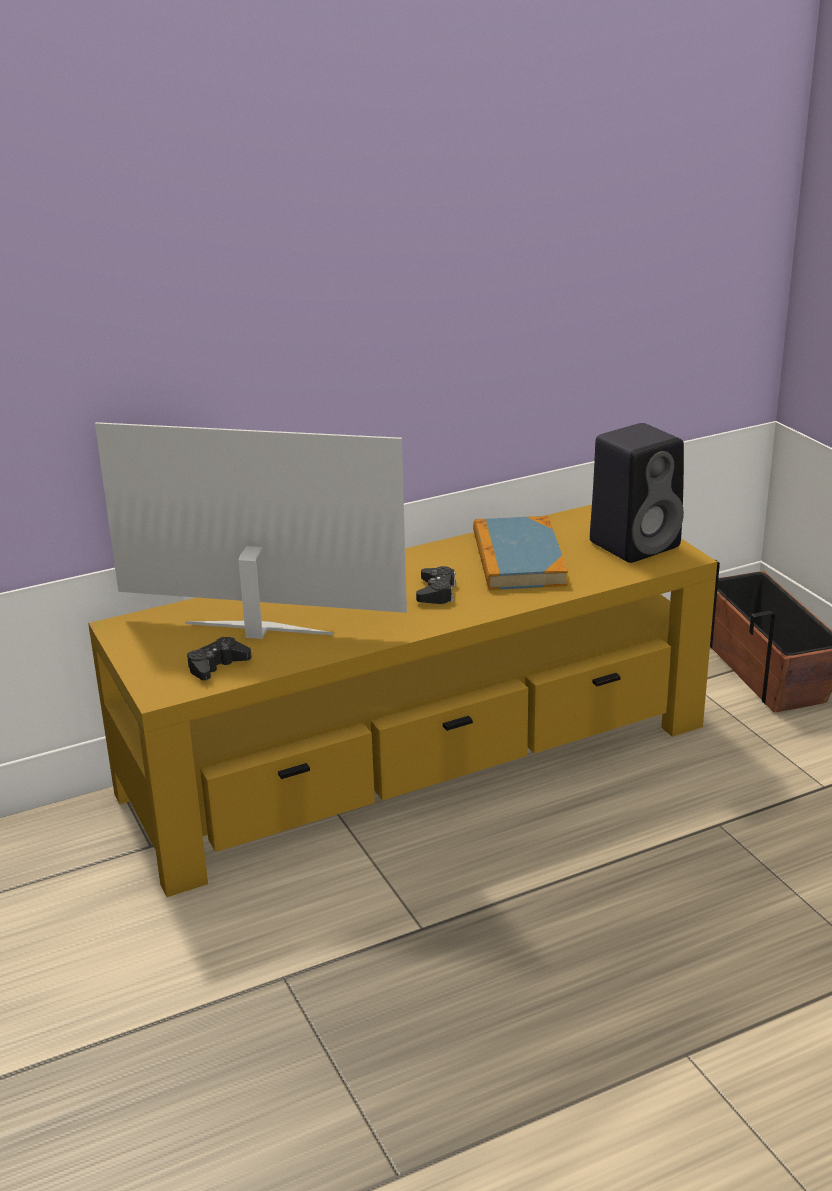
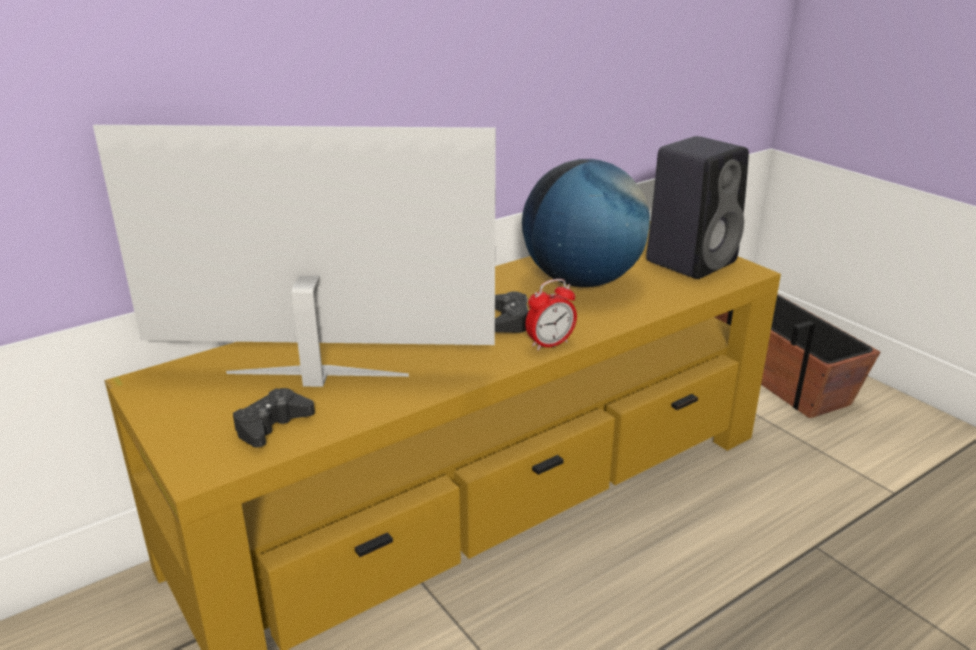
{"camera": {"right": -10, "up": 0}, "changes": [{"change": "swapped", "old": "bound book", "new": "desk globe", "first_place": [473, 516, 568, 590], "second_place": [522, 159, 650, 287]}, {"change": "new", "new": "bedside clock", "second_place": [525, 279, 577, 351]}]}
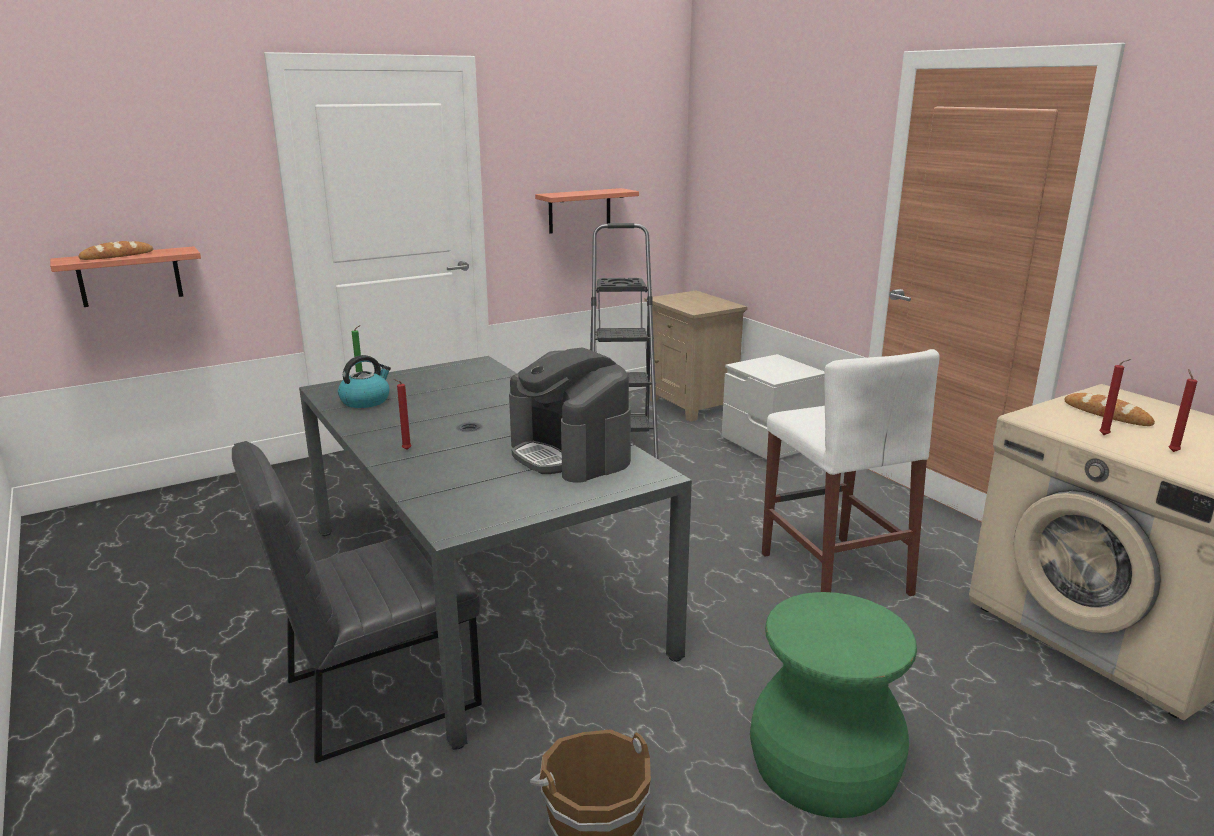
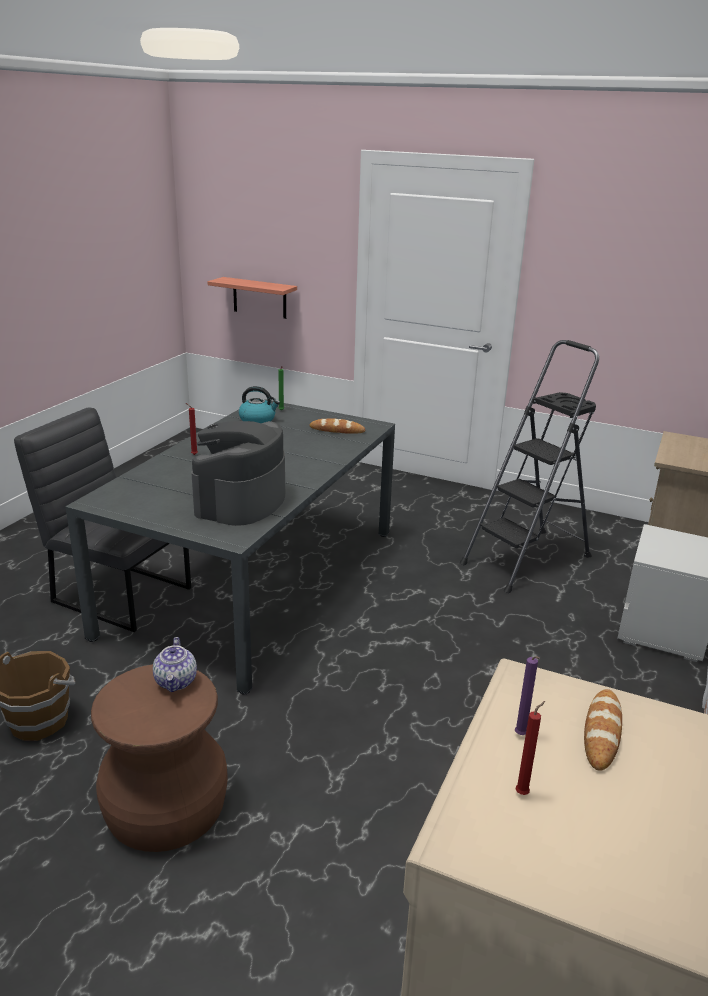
{"camera": {"right": 55, "up": 5}, "changes": [{"change": "gone", "old": "wall shelf", "first_place": [535, 188, 639, 234]}, {"change": "shifted", "old": "bakery bread", "first_place": [78, 241, 153, 260], "second_place": [310, 418, 365, 434]}, {"change": "gone", "old": "stool (white)", "first_place": [762, 349, 940, 596]}, {"change": "repainted", "old": "candle (reddish)", "new": "candle (purple)", "first_place": [1099, 359, 1131, 435], "second_place": [515, 656, 540, 735]}, {"change": "repainted", "old": "stool (green-coloured)", "new": "stool (brownish)", "first_place": [750, 592, 917, 818], "second_place": [91, 664, 228, 852]}, {"change": "new", "new": "teapot", "second_place": [153, 637, 197, 692]}]}
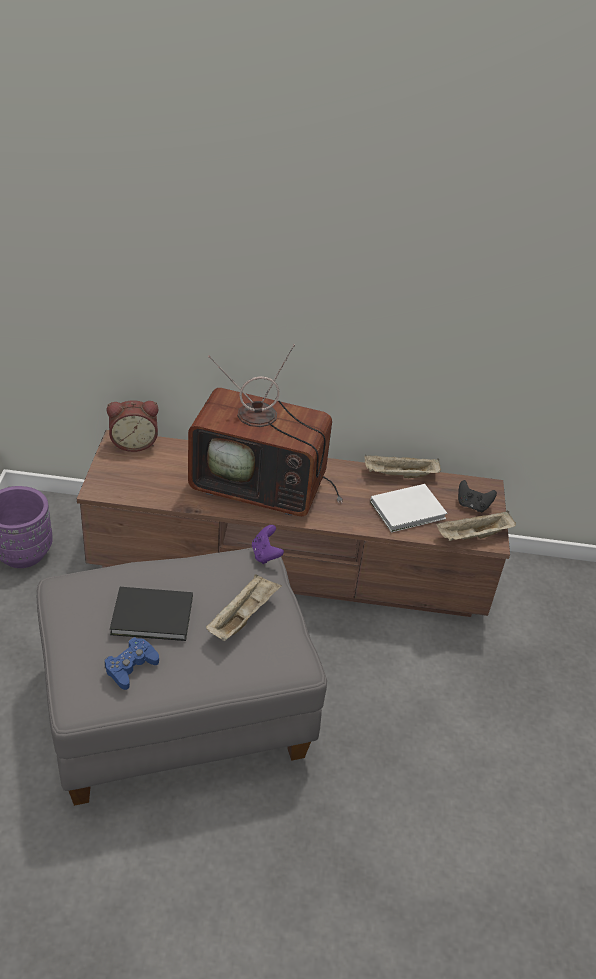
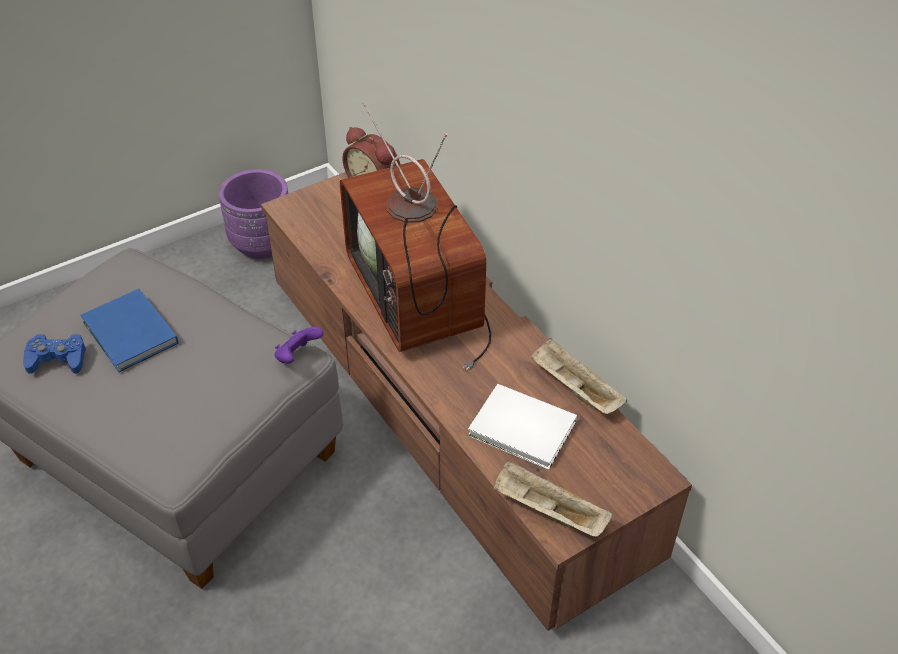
{"camera": {"right": 55, "up": 5}, "changes": [{"change": "gone", "old": "gamepad (black-coloured)", "first_place": [458, 480, 497, 512]}, {"change": "gone", "old": "carrying tray (sand-coloured)", "first_place": [206, 574, 282, 641]}, {"change": "repainted", "old": "bound book (black-coloured)", "new": "bound book (bluish)", "first_place": [110, 587, 193, 641], "second_place": [81, 289, 179, 372]}]}
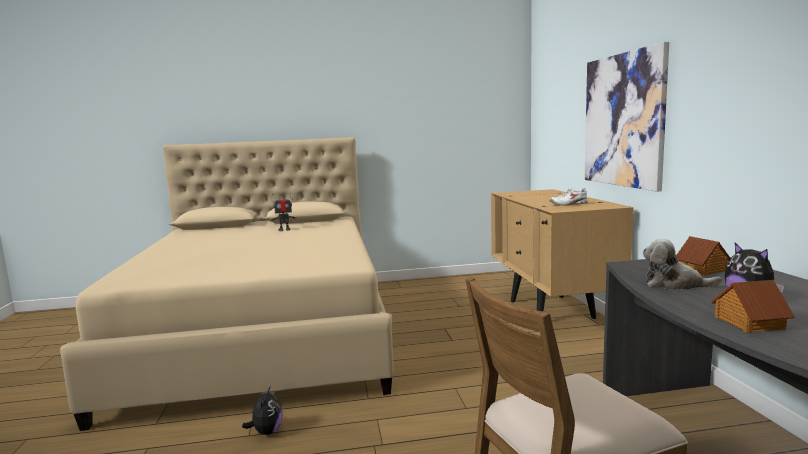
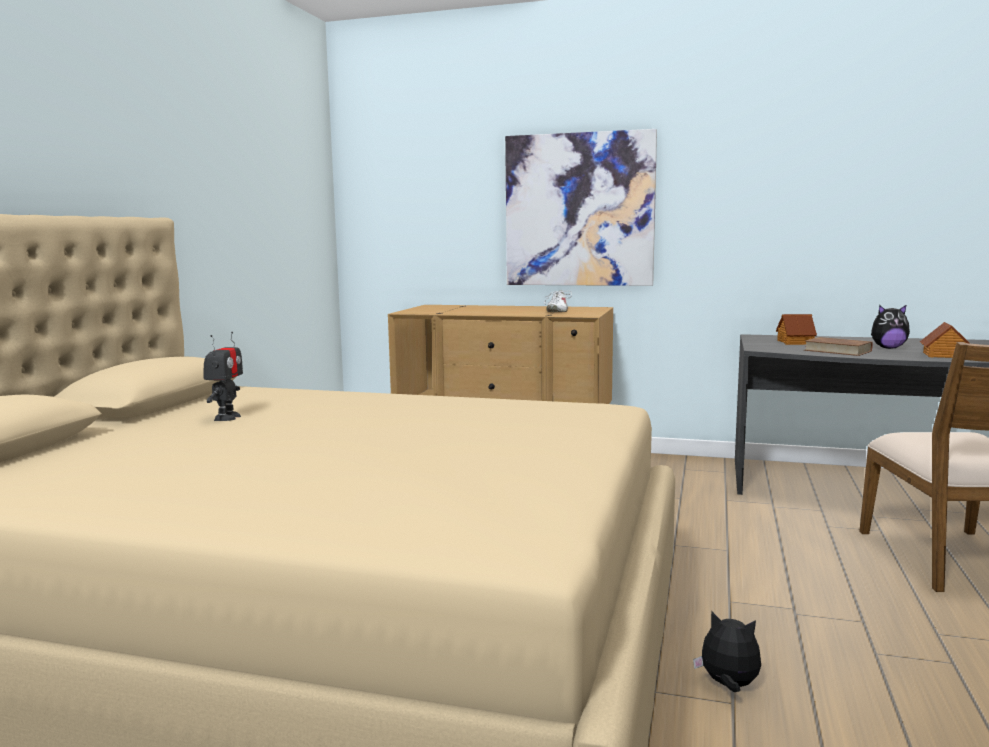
{"camera": {"right": -65, "up": 0}, "changes": [{"change": "swapped", "old": "cuddly toy", "new": "bound book (brownish)", "first_place": [643, 238, 722, 290], "second_place": [804, 337, 873, 356]}]}
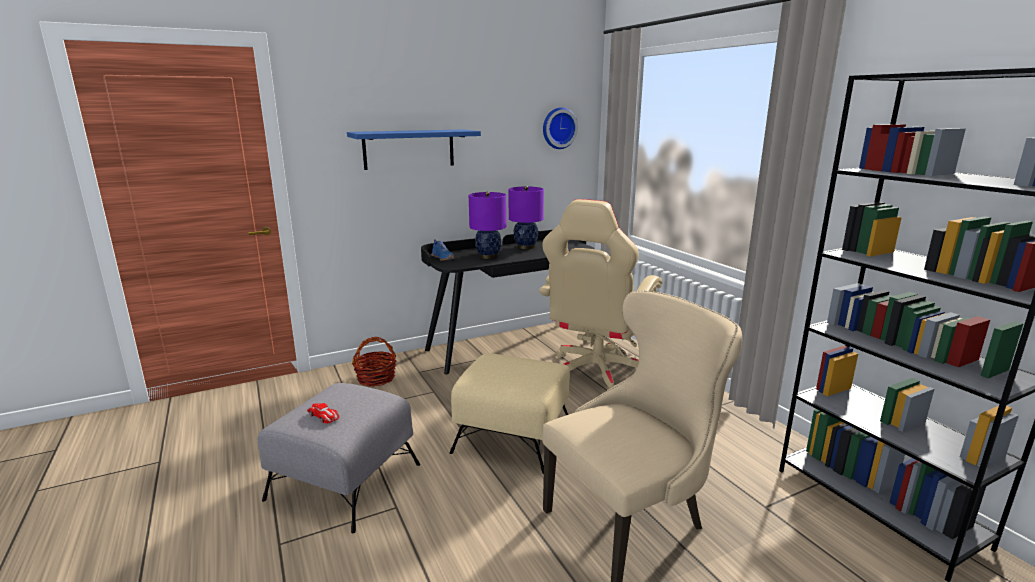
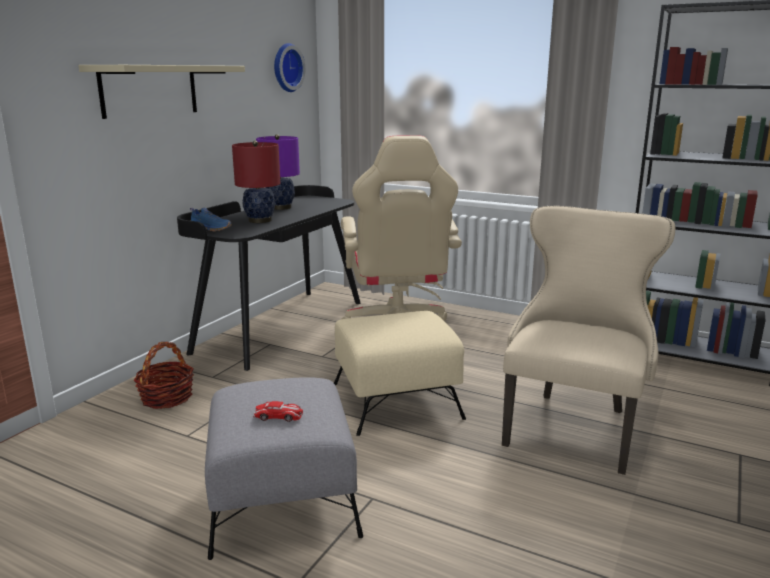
{"camera": {"right": -35, "up": 0}, "changes": [{"change": "repainted", "old": "wall shelf (bluish)", "new": "wall shelf (sand-coloured)", "first_place": [347, 129, 481, 170], "second_place": [78, 65, 245, 119]}, {"change": "repainted", "old": "table lamp (purple)", "new": "table lamp (reddish)", "first_place": [469, 192, 507, 259], "second_place": [232, 141, 280, 223]}]}
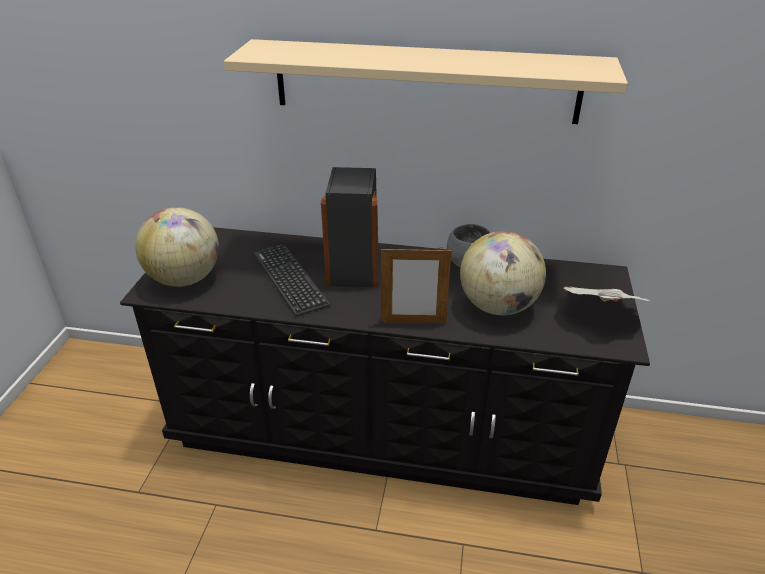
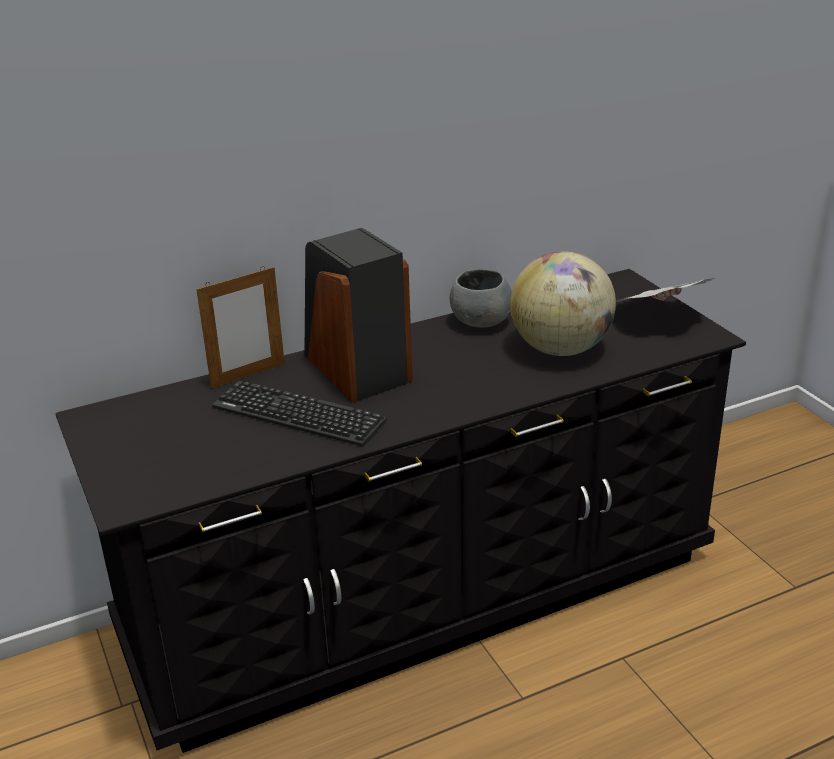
{"camera": {"right": -35, "up": -5}, "changes": [{"change": "gone", "old": "wall shelf (sand-coloured)", "first_place": [224, 39, 628, 124]}, {"change": "gone", "old": "desk globe", "first_place": [135, 207, 219, 287]}, {"change": "shifted", "old": "standing frame", "first_place": [381, 246, 452, 324], "second_place": [196, 266, 285, 389]}]}
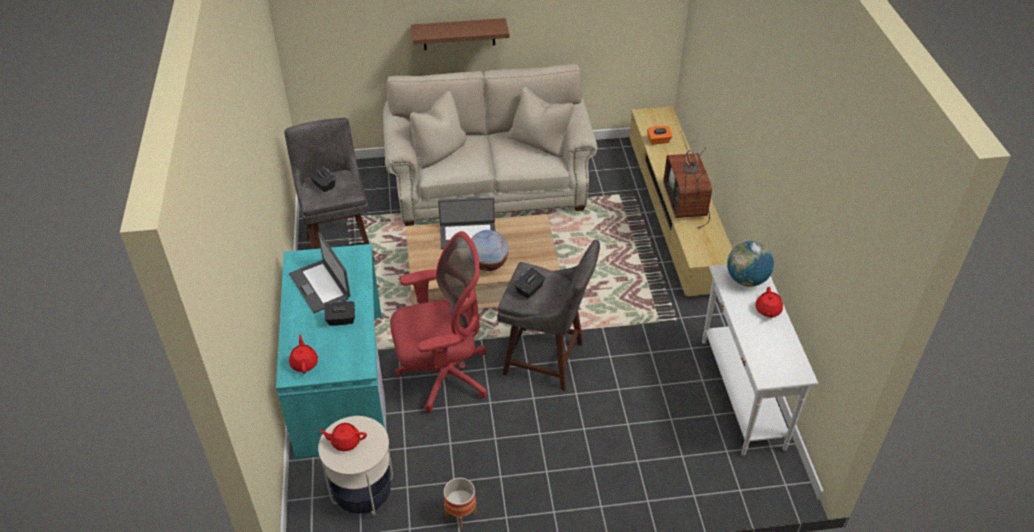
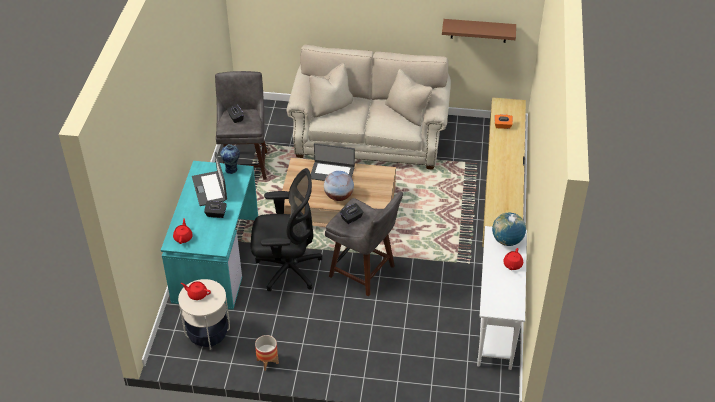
{"camera": {"right": 15, "up": 0}, "changes": [{"change": "shifted", "old": "wall shelf (brownish)", "first_place": [411, 18, 509, 50], "second_place": [442, 19, 516, 43]}, {"change": "gone", "old": "TV set", "first_place": [663, 131, 712, 229]}, {"change": "repainted", "old": "desk chair (reddish)", "new": "desk chair (black-coloured)", "first_place": [390, 231, 487, 412], "second_place": [251, 168, 322, 291]}, {"change": "new", "new": "vase", "second_place": [220, 144, 240, 174]}]}
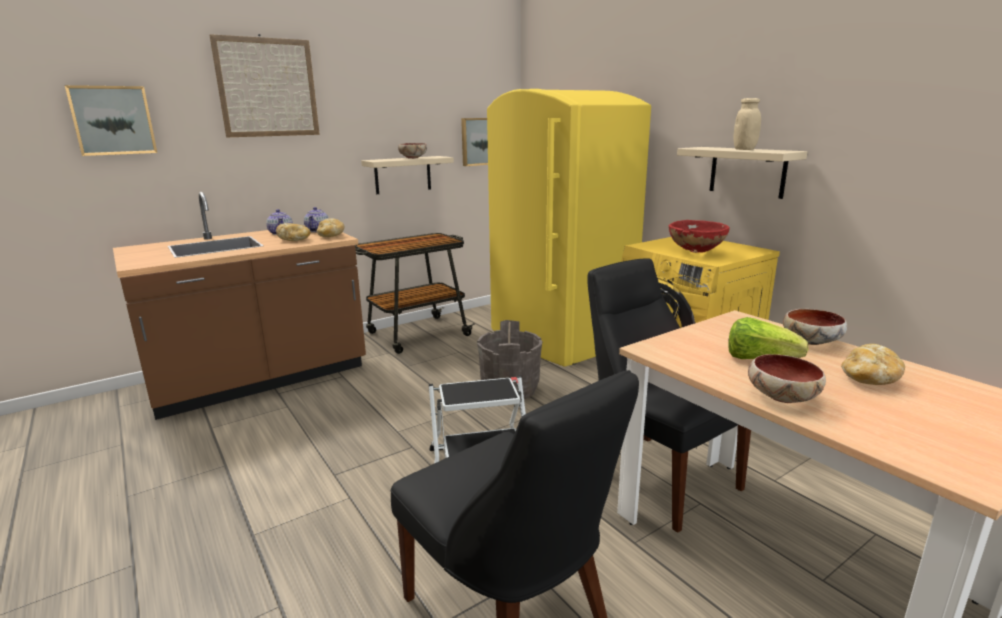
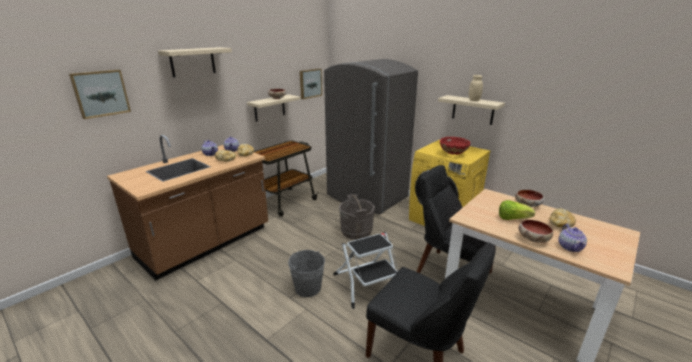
{"camera": {"right": -15, "up": 5}, "changes": [{"change": "swapped", "old": "wall picture", "new": "wall shelf (sand-coloured)", "first_place": [209, 34, 320, 137], "second_place": [158, 47, 232, 77]}, {"change": "repainted", "old": "kitchen fridge (yellow-coloured)", "new": "kitchen fridge (gray)", "first_place": [487, 89, 651, 367], "second_place": [324, 59, 418, 215]}, {"change": "new", "new": "teapot", "second_place": [558, 224, 587, 252]}, {"change": "new", "new": "bucket (gray)", "second_place": [288, 250, 325, 297]}]}
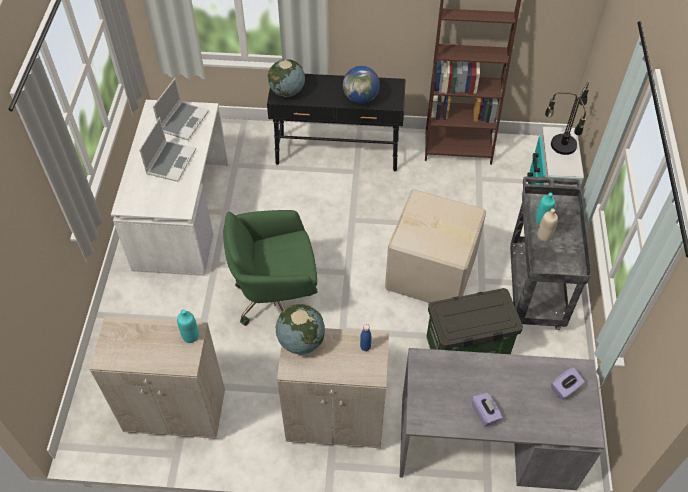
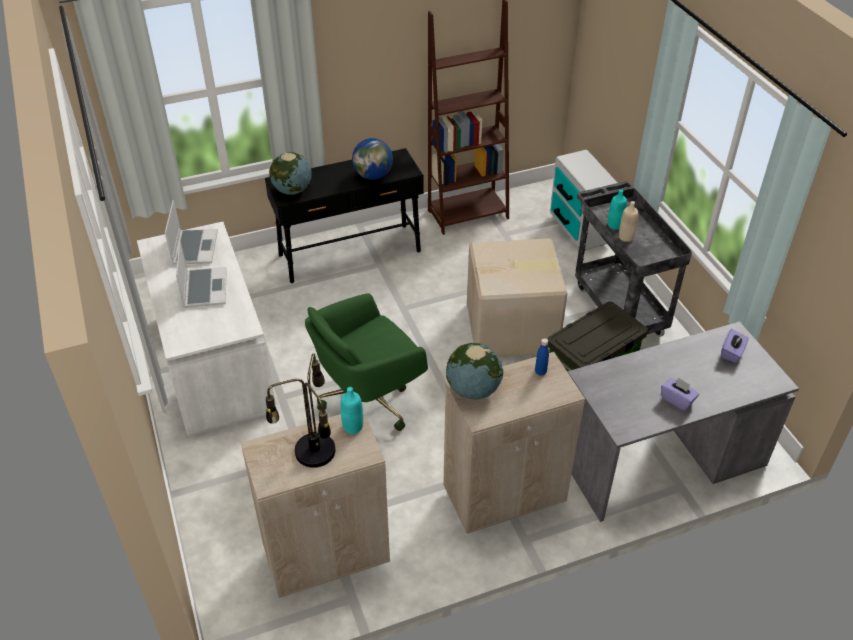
{"camera": {"right": -25, "up": -10}, "changes": [{"change": "shifted", "old": "table lamp", "first_place": [545, 82, 589, 155], "second_place": [266, 354, 335, 468]}]}
